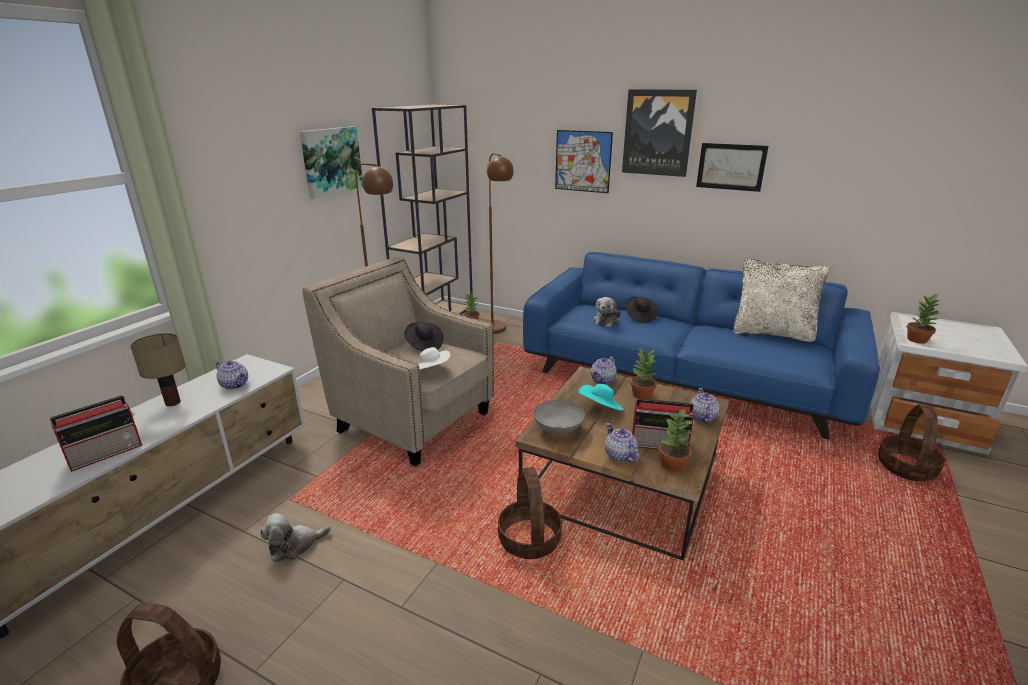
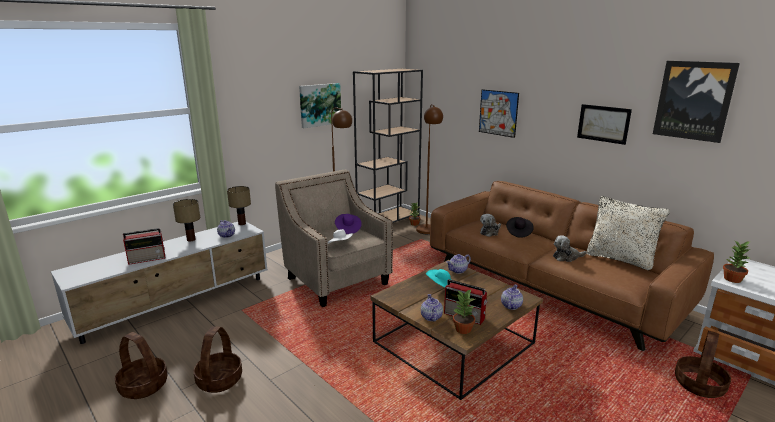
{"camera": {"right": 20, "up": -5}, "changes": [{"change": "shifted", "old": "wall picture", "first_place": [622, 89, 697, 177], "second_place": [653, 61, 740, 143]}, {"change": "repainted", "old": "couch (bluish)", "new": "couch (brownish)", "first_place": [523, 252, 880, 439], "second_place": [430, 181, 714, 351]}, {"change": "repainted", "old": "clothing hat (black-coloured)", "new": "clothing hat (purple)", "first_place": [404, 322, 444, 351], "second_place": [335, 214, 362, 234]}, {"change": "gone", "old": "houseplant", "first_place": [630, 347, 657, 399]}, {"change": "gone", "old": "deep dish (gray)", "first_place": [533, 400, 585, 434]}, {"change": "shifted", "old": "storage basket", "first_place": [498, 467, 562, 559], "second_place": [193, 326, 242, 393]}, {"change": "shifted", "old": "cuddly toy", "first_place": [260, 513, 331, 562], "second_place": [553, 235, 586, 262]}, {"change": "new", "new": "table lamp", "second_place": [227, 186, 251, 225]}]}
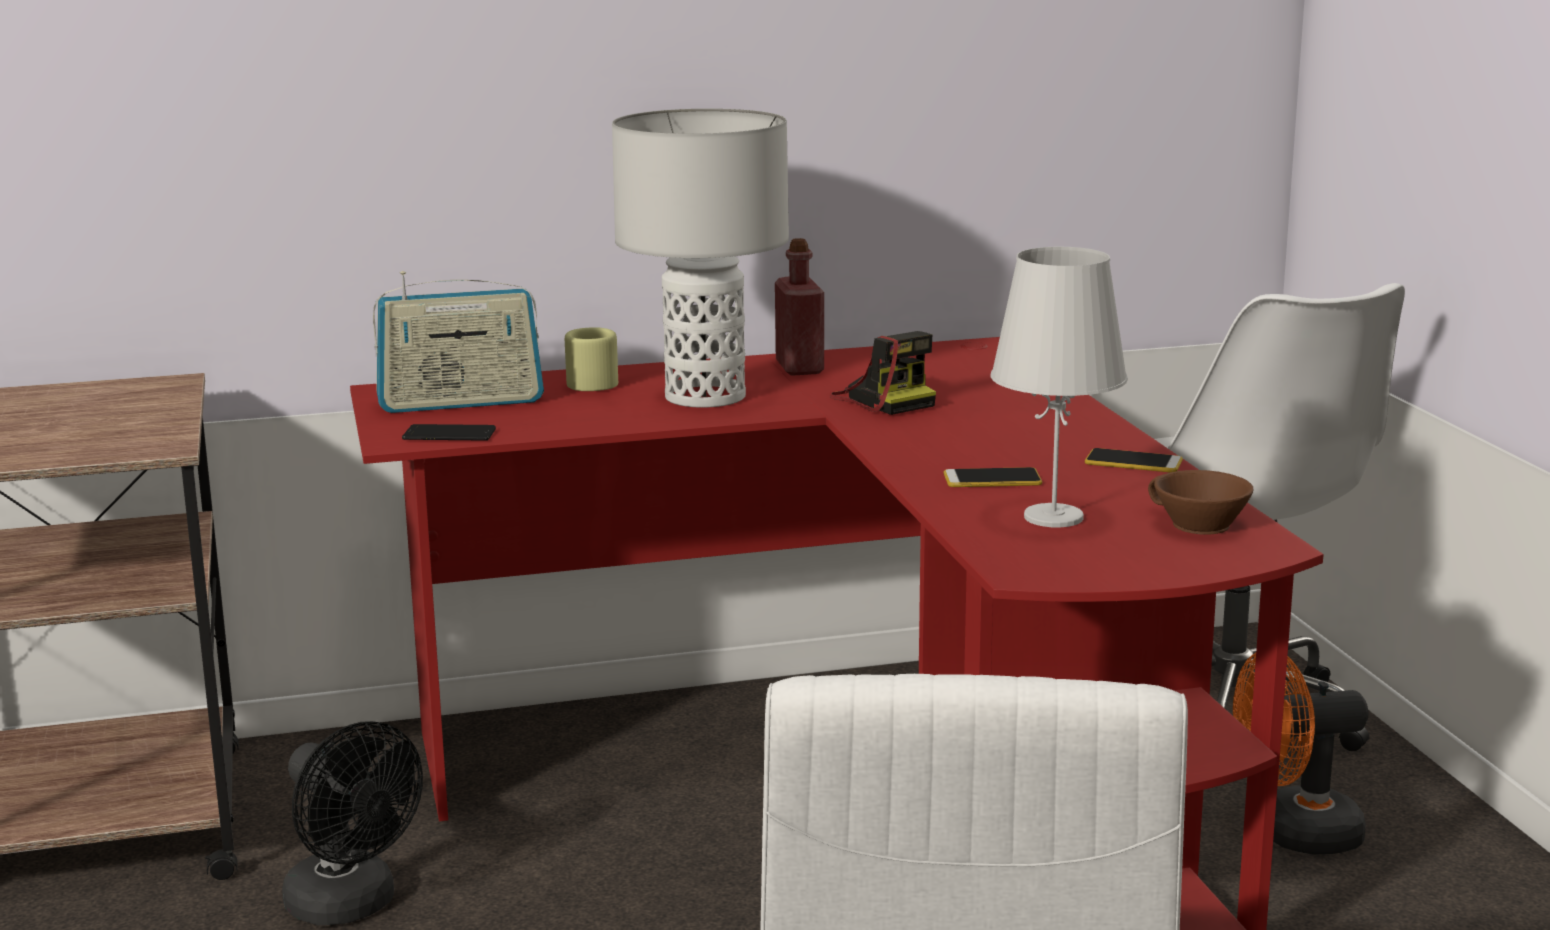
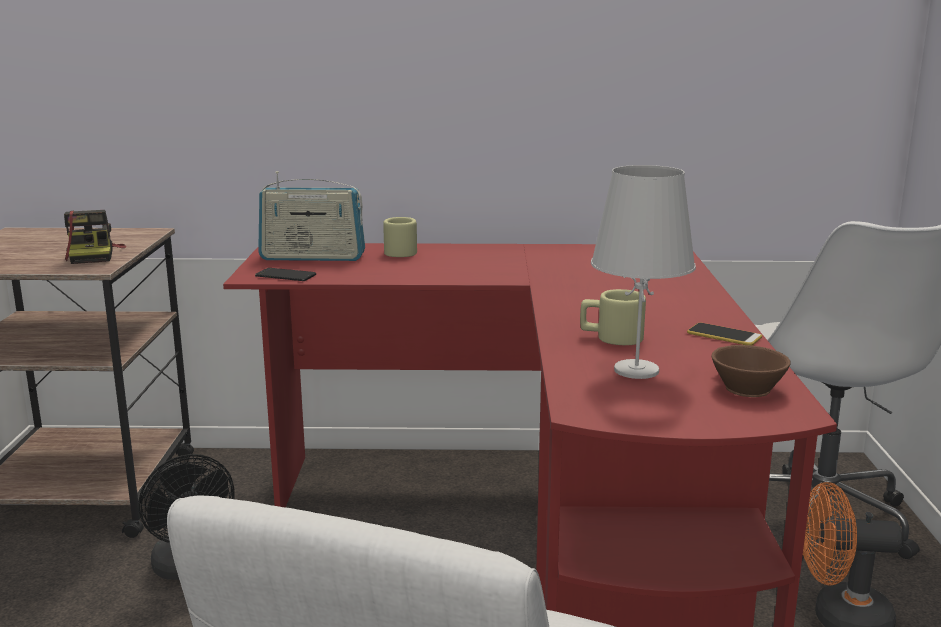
{"camera": {"right": 15, "up": 0}, "changes": [{"change": "gone", "old": "table lamp (white)", "first_place": [612, 108, 789, 408]}, {"change": "gone", "old": "beverage bottle (reddish)", "first_place": [775, 238, 824, 376]}, {"change": "shifted", "old": "photo camera", "first_place": [830, 331, 936, 415], "second_place": [64, 210, 126, 264]}, {"change": "swapped", "old": "telephone", "new": "tea mug (sand-coloured)", "first_place": [943, 467, 1042, 487], "second_place": [580, 289, 646, 345]}]}
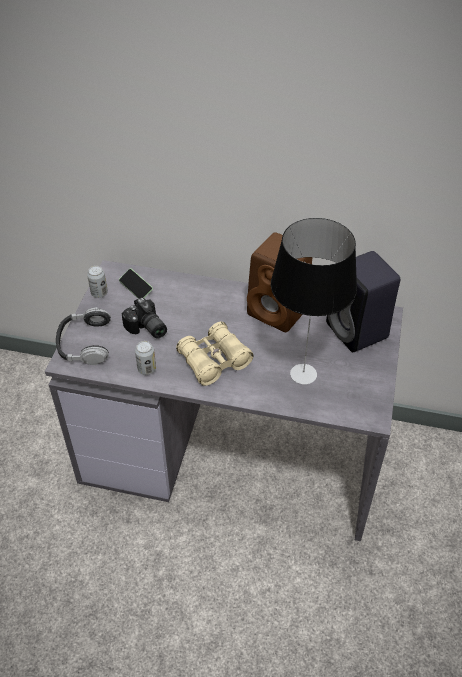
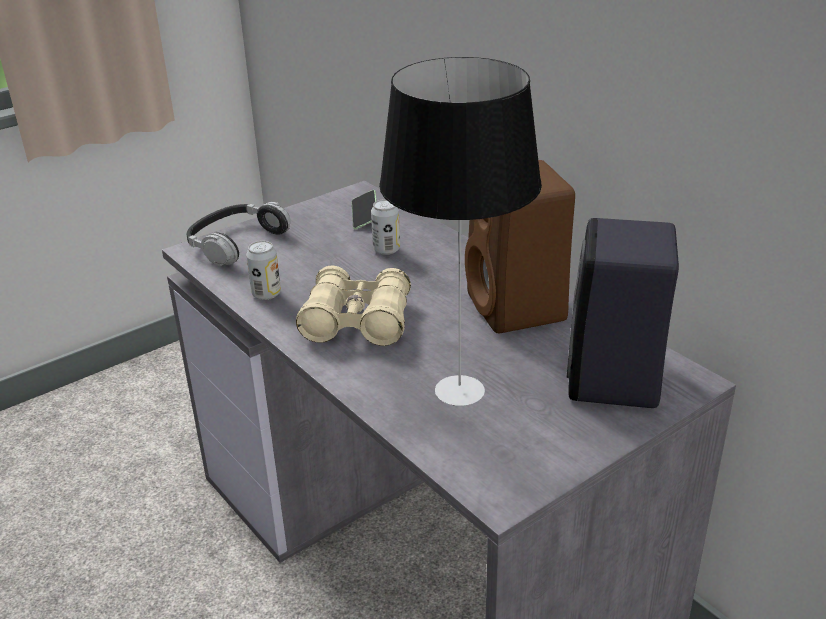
{"camera": {"right": 40, "up": -15}, "changes": [{"change": "shifted", "old": "metal can", "first_place": [87, 266, 108, 298], "second_place": [371, 199, 400, 255]}, {"change": "gone", "old": "photo camera", "first_place": [122, 297, 167, 339]}]}
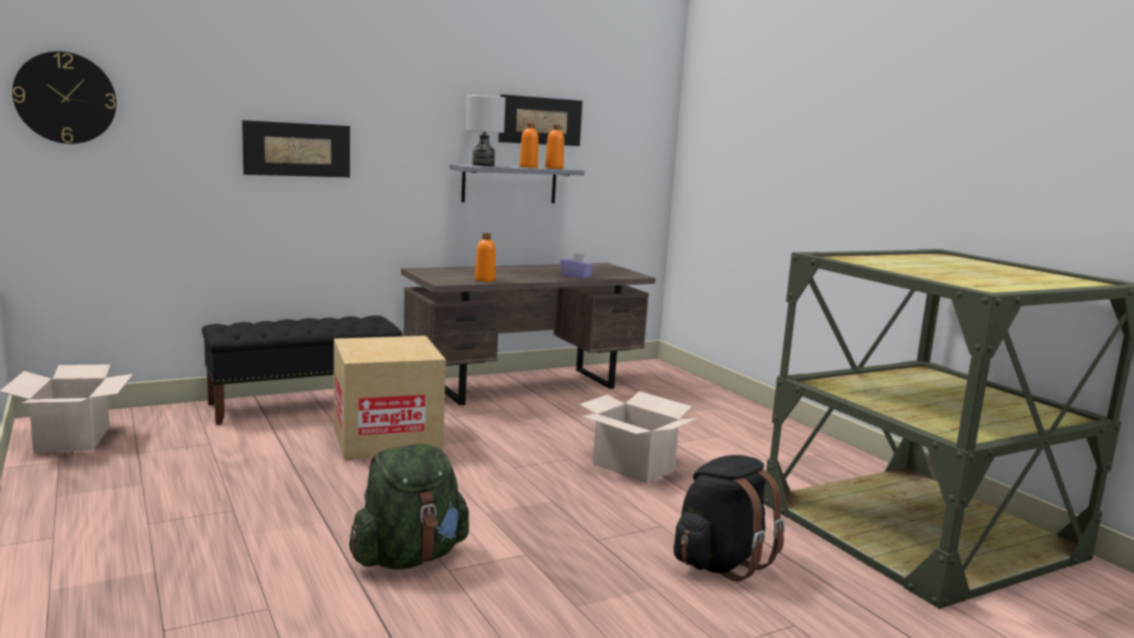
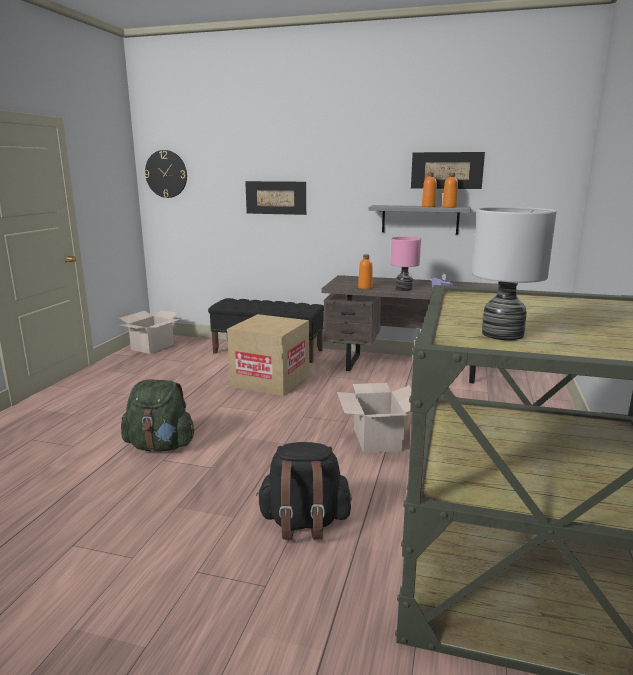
{"camera": {"right": 45, "up": 5}, "changes": [{"change": "shifted", "old": "table lamp (gray)", "first_place": [465, 95, 506, 166], "second_place": [472, 207, 557, 340]}, {"change": "new", "new": "table lamp (pink)", "second_place": [390, 237, 421, 291]}]}
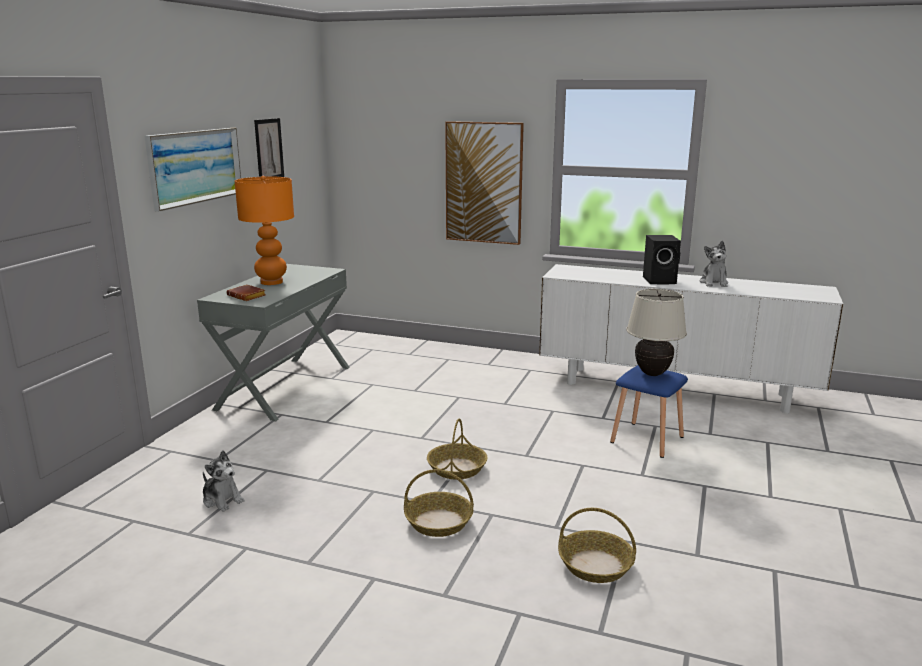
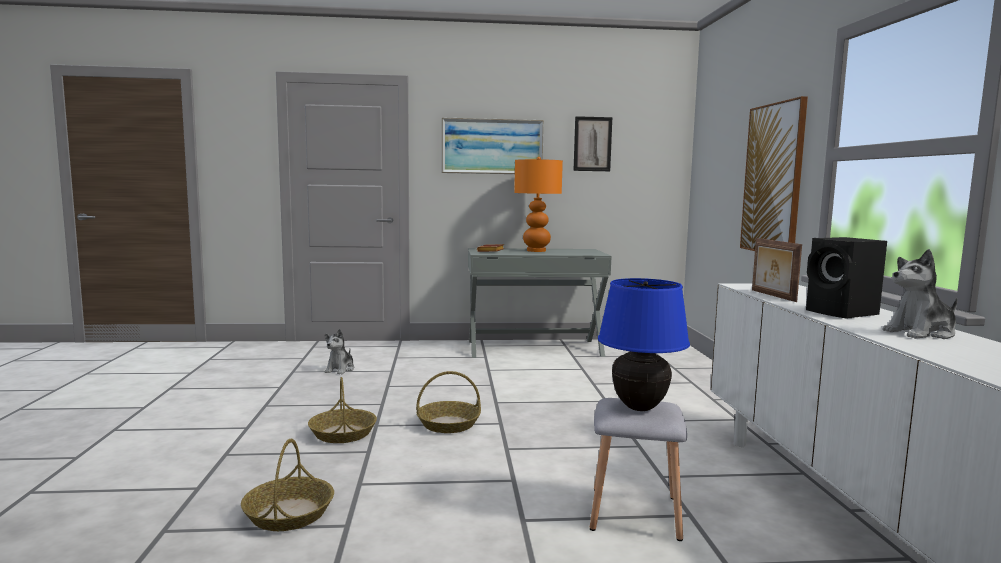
{"camera": {"right": 65, "up": -10}, "changes": [{"change": "repainted", "old": "table lamp (sand-coloured)", "new": "table lamp (bluish)", "first_place": [626, 289, 687, 376], "second_place": [598, 278, 690, 411]}, {"change": "repainted", "old": "stool (bluish)", "new": "stool (gray)", "first_place": [610, 365, 688, 458], "second_place": [590, 398, 687, 541]}, {"change": "new", "new": "standing frame", "second_place": [752, 238, 802, 302]}]}
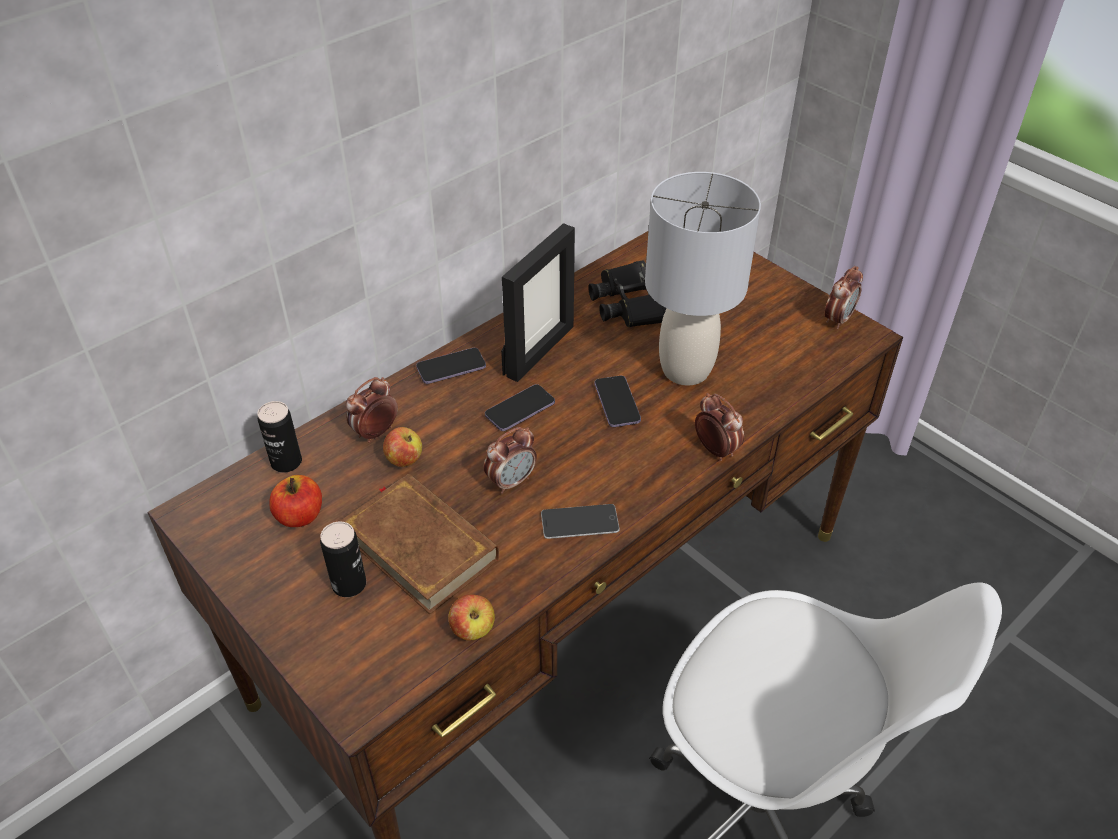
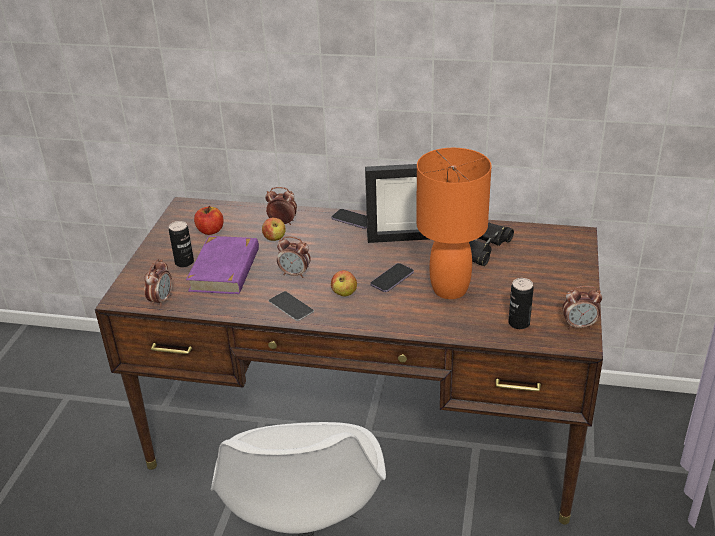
{"camera": {"right": 55, "up": -10}, "changes": [{"change": "repainted", "old": "table lamp (gray)", "new": "table lamp (orange)", "first_place": [645, 172, 761, 385], "second_place": [416, 148, 492, 299]}, {"change": "gone", "old": "telephone", "first_place": [485, 384, 555, 431]}, {"change": "shifted", "old": "bedside clock", "first_place": [695, 393, 744, 461], "second_place": [144, 259, 172, 308]}, {"change": "shifted", "old": "metal can", "first_place": [257, 401, 302, 473], "second_place": [508, 278, 534, 329]}, {"change": "repainted", "old": "bound book (brownish)", "new": "bound book (purple)", "first_place": [340, 474, 499, 614], "second_place": [186, 236, 259, 294]}, {"change": "shifted", "old": "whole apple", "first_place": [448, 594, 495, 640], "second_place": [331, 270, 357, 296]}]}
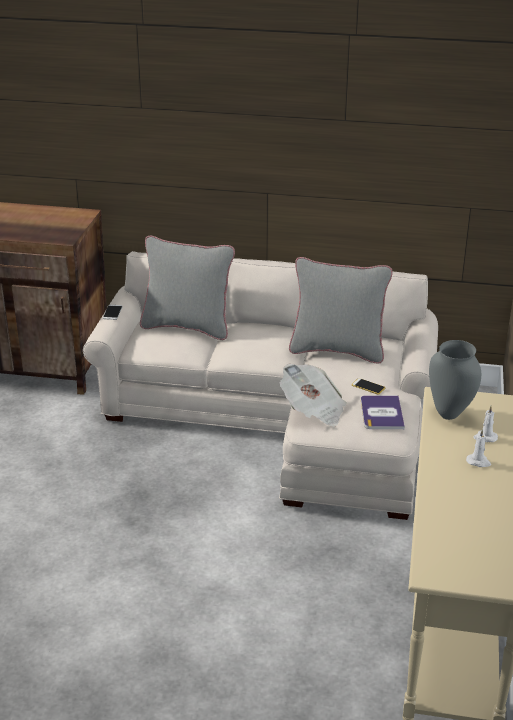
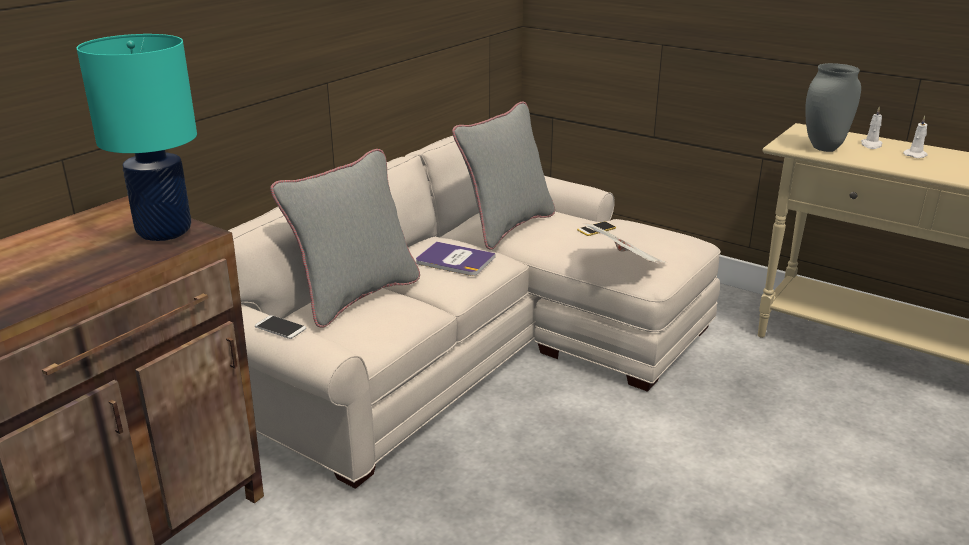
{"camera": {"right": -65, "up": -5}, "changes": [{"change": "shifted", "old": "bound book", "first_place": [361, 395, 405, 429], "second_place": [416, 241, 496, 276]}, {"change": "new", "new": "table lamp (turquoise)", "second_place": [76, 34, 197, 241]}]}
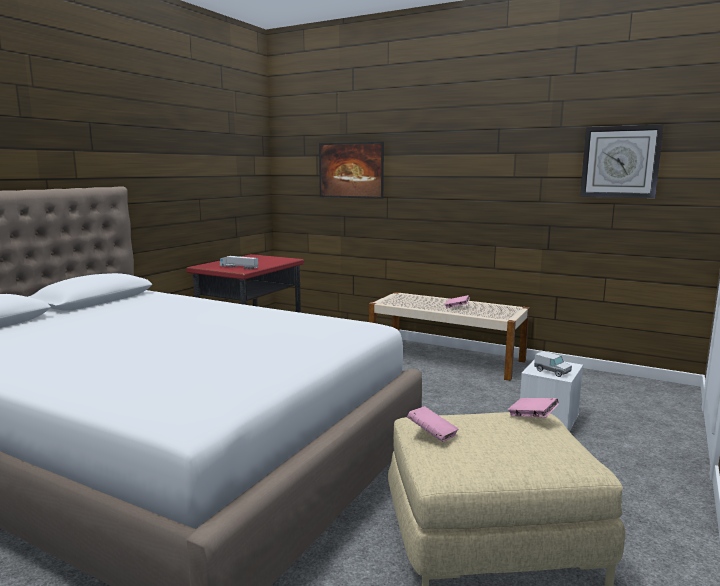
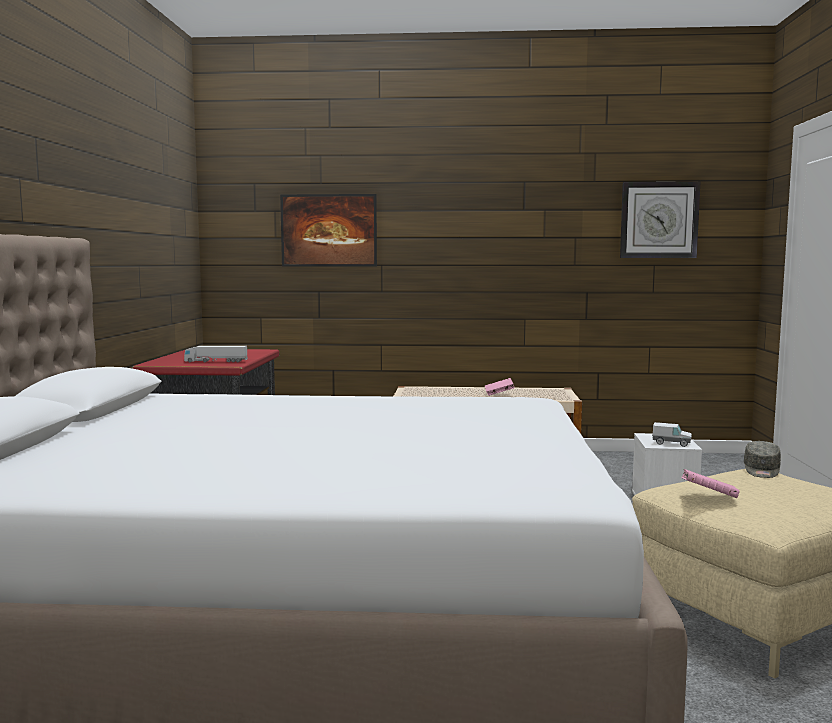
{"camera": {"right": -25, "up": -5}, "changes": [{"change": "swapped", "old": "bound book (pink)", "new": "peaked cap (gray)", "first_place": [508, 398, 559, 418], "second_place": [744, 441, 781, 478]}]}
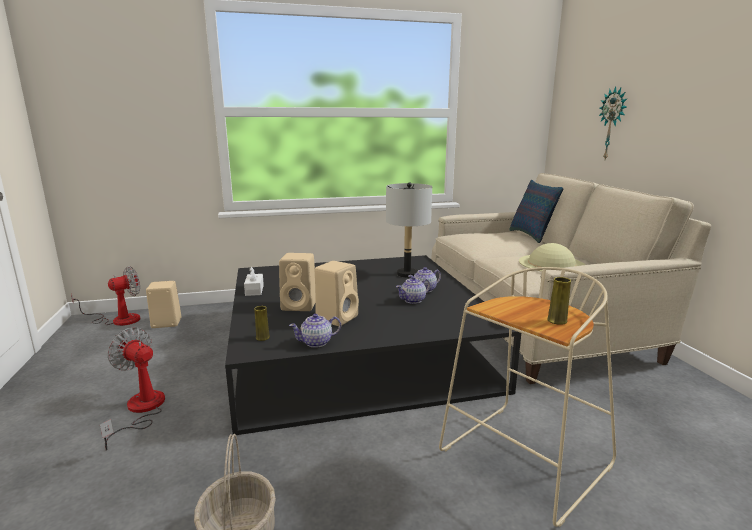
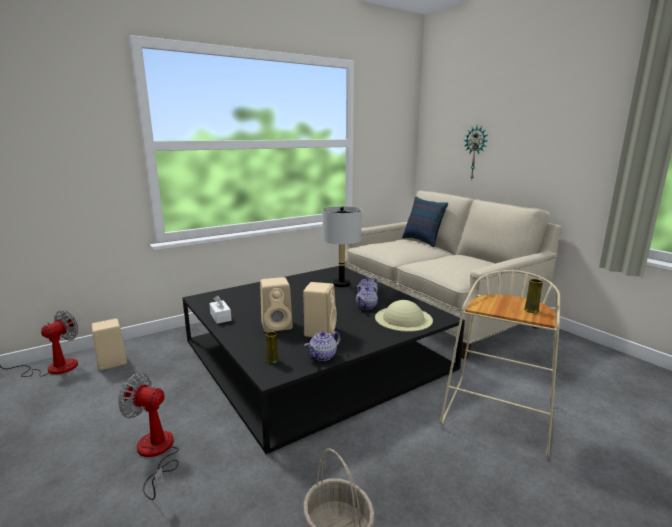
{"camera": {"right": -20, "up": 0}, "changes": [{"change": "shifted", "old": "clothing hat (sand-coloured)", "first_place": [519, 243, 585, 272], "second_place": [375, 300, 433, 332]}]}
